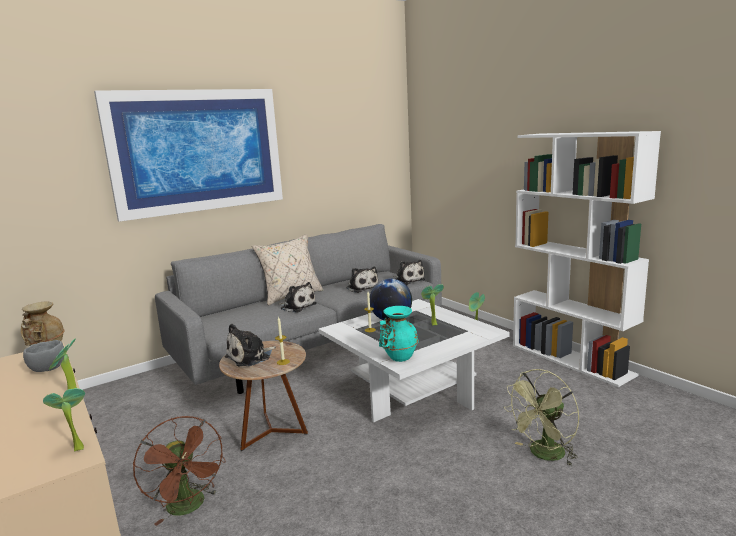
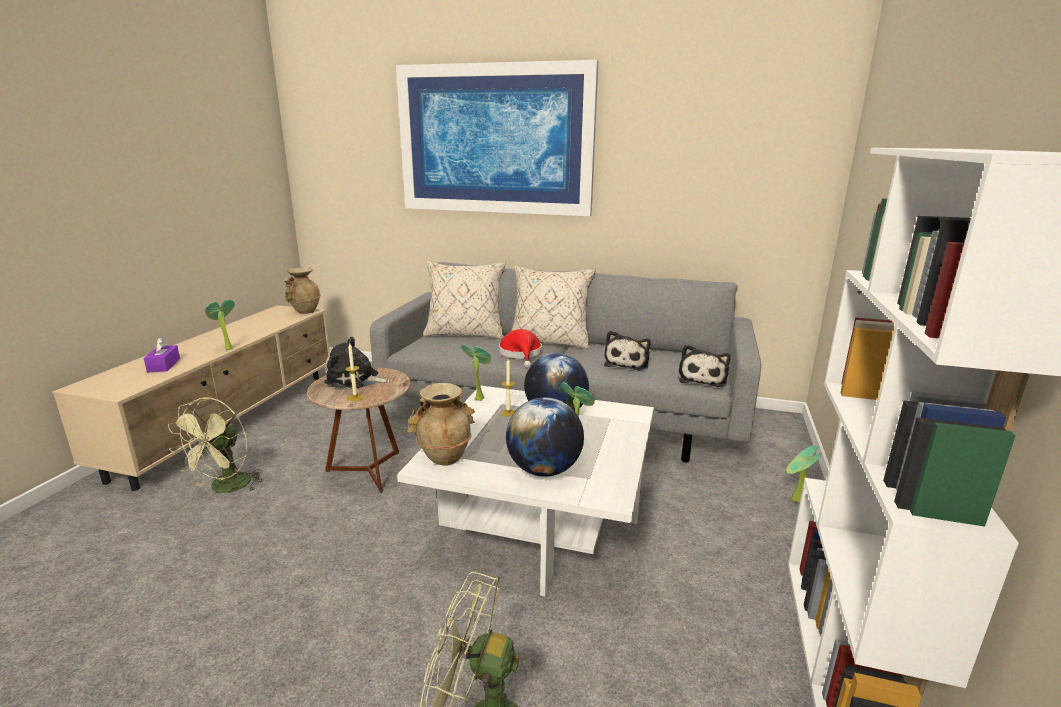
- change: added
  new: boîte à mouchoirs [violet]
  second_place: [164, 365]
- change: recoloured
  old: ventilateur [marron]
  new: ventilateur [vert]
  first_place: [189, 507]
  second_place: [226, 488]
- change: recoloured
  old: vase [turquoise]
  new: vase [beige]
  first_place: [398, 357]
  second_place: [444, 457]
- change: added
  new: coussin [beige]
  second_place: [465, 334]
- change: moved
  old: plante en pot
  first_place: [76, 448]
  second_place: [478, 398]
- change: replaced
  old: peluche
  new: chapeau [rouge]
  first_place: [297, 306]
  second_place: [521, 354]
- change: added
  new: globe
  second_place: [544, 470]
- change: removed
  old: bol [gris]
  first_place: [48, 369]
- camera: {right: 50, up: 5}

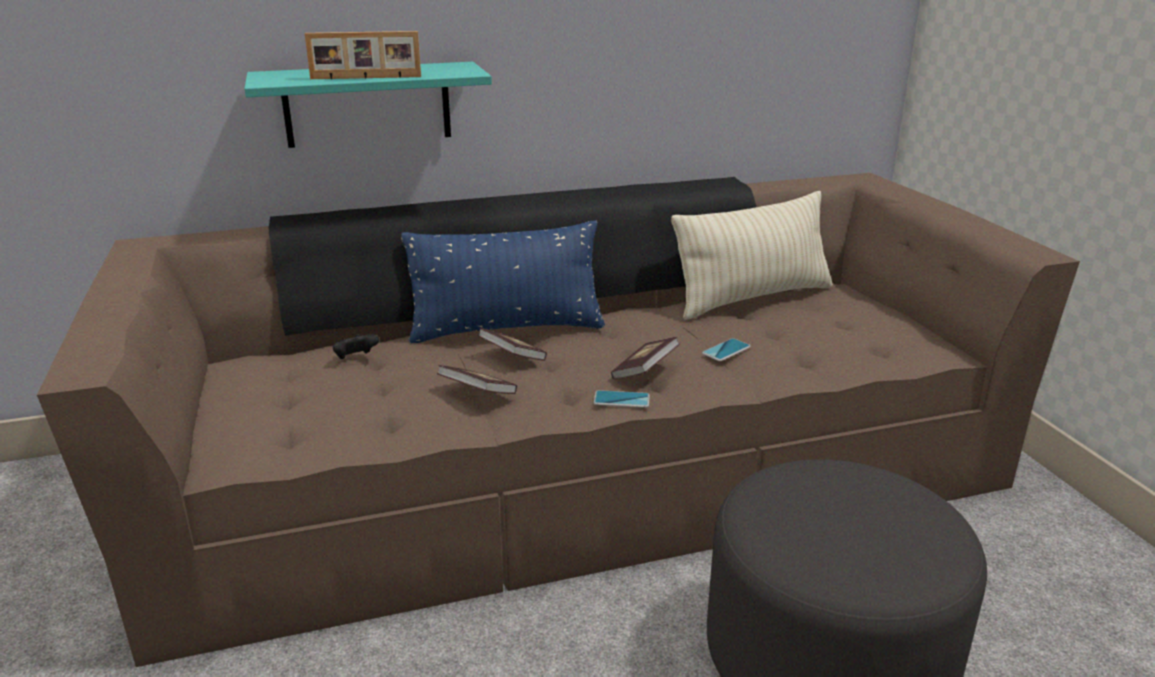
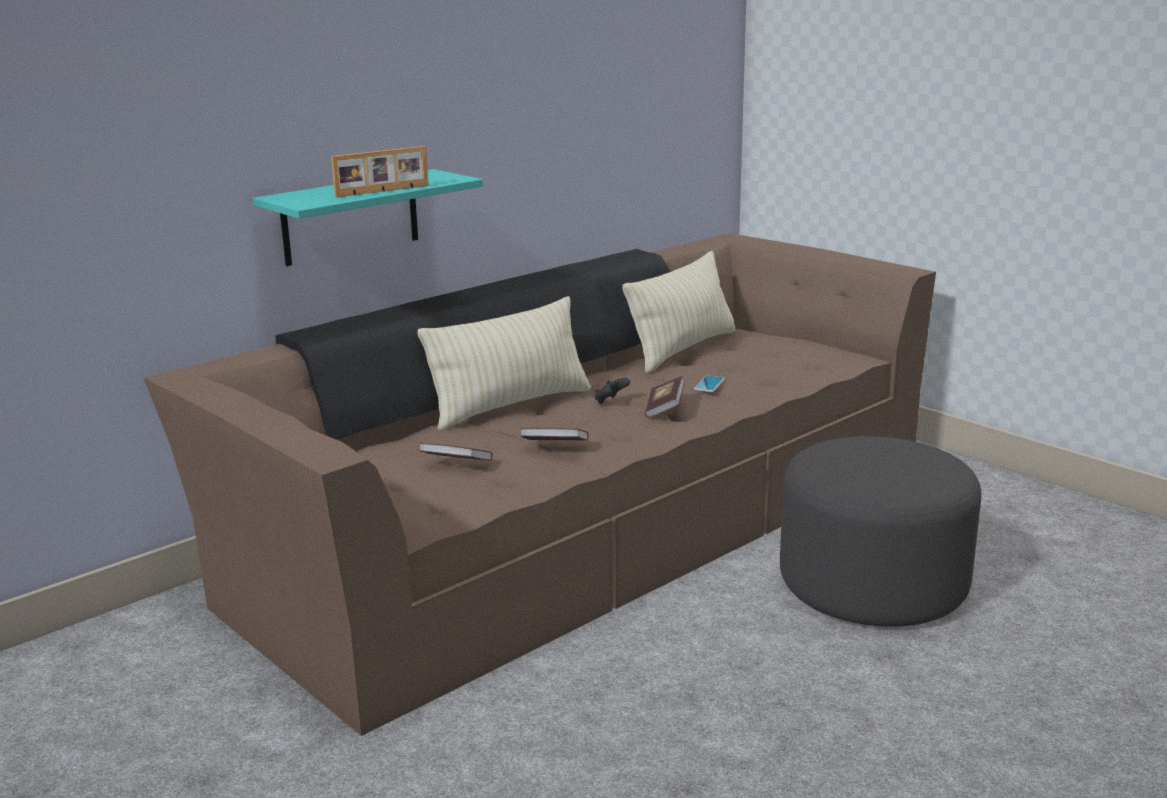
- change: recoloured
  old: coussin [bleu]
  new: coussin [beige]
  first_place: [507, 329]
  second_place: [510, 406]
- change: moved
  old: livre
  first_place: [512, 357]
  second_place: [456, 465]
- change: moved
  old: manette [noir]
  first_place: [356, 358]
  second_place: [610, 402]
- change: removed
  old: téléphone
  first_place: [621, 400]
- camera: {right: -25, up: -5}

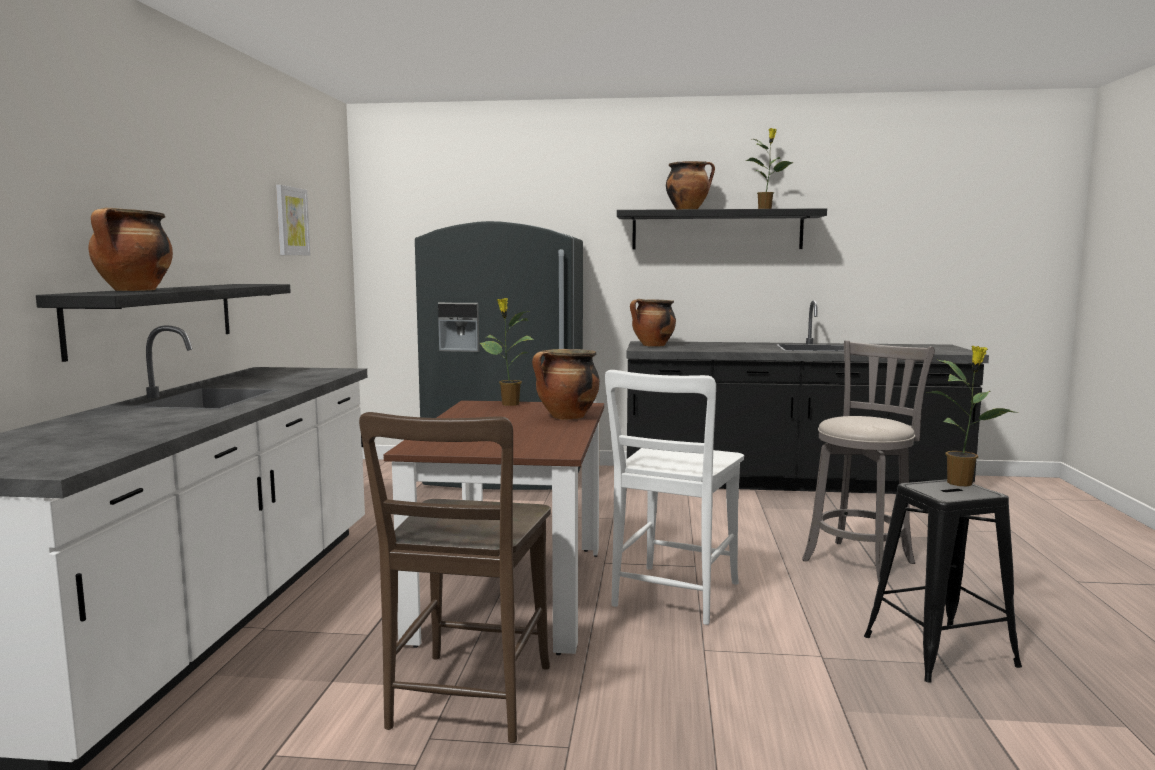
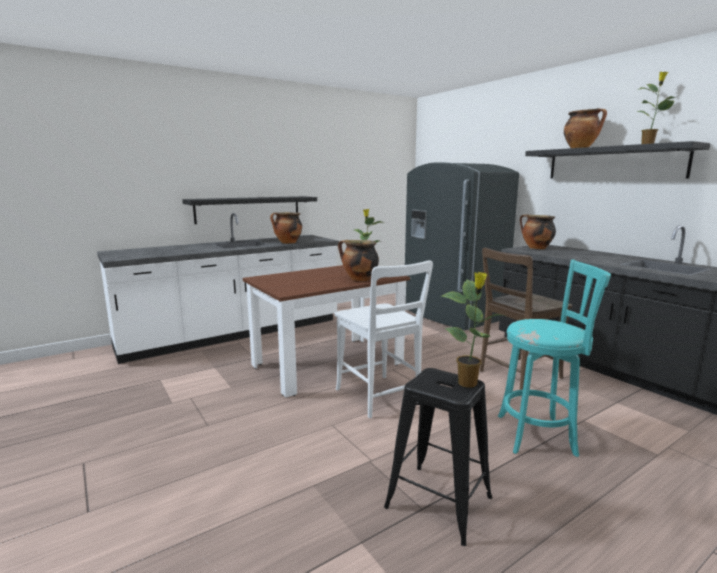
- change: moved
  old: marmite
  first_place: [134, 291]
  second_place: [287, 243]
- change: turned
  old: chaise [blanc]
  first_place: [673, 597]
  second_place: [380, 398]
  degrees: -105
- change: moved
  old: chaise [marron]
  first_place: [467, 702]
  second_place: [516, 375]
- change: recoloured
  old: tabouret [gris]
  new: tabouret [turquoise]
  first_place: [861, 560]
  second_place: [540, 435]
- change: removed
  old: tableau
  first_place: [291, 221]
- camera: {right: 50, up: 5}

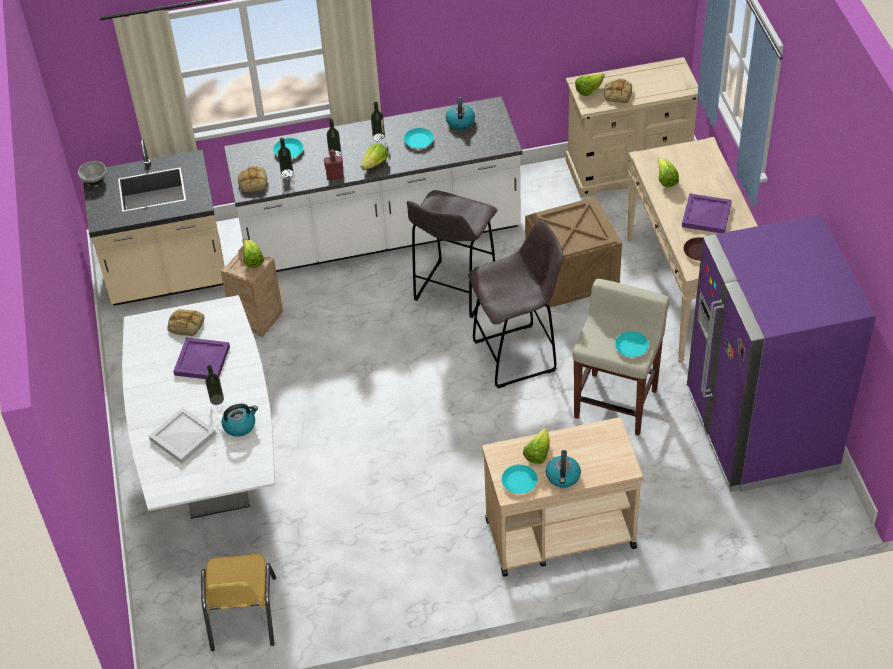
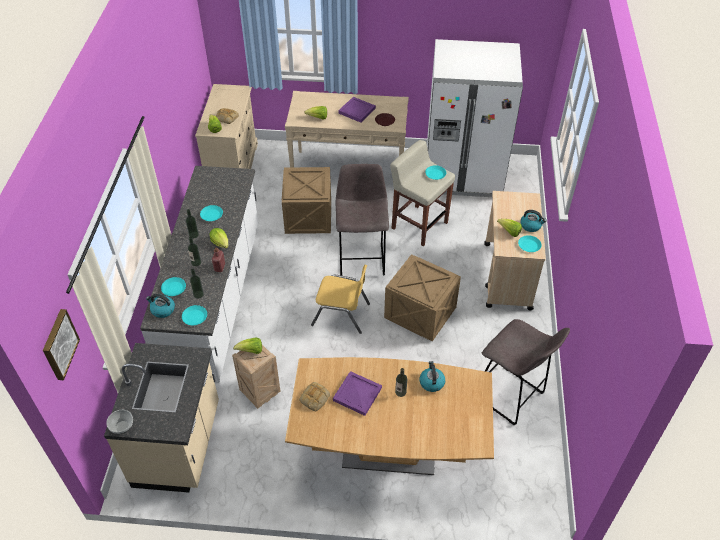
- change: added
  new: tableau
  second_place: [59, 344]
- change: moved
  old: bouilloire
  first_place: [460, 121]
  second_place: [162, 310]
- change: replaced
  old: pain
  new: assiette [turquoise]
  first_place: [252, 182]
  second_place: [194, 317]
- change: recoloured
  old: table à manger [blanc]
  new: table à manger [marron]
  first_place: [213, 466]
  second_place: [389, 451]
- change: moved
  old: chaise [jaune]
  first_place: [242, 614]
  second_place: [341, 314]
- change: added
  new: caisse
  second_place: [421, 313]
- change: recoloured
  old: réfrigérateur [violet]
  new: réfrigérateur [blanc]
  first_place: [760, 431]
  second_place: [463, 175]
- change: moved
  old: tabouret [gris]
  first_place: [453, 291]
  second_place: [511, 396]
- change: removed
  old: plateau [blanc]
  first_place: [183, 436]
- camera: {right: -75, up: 0}

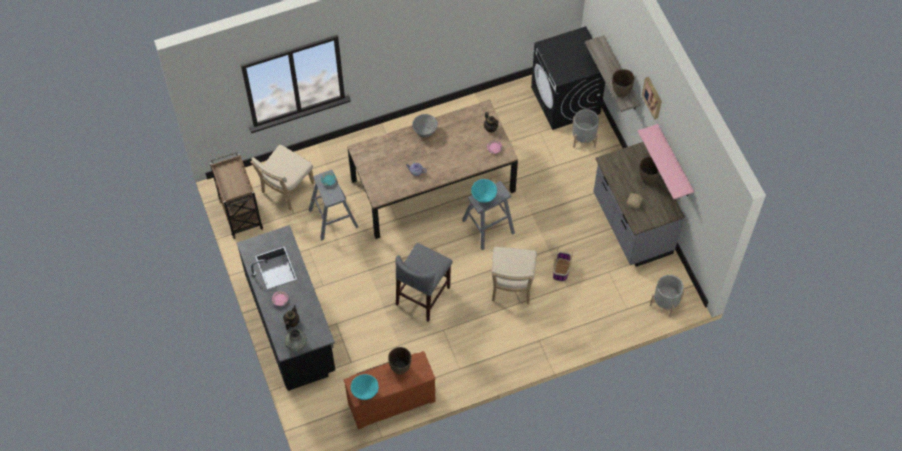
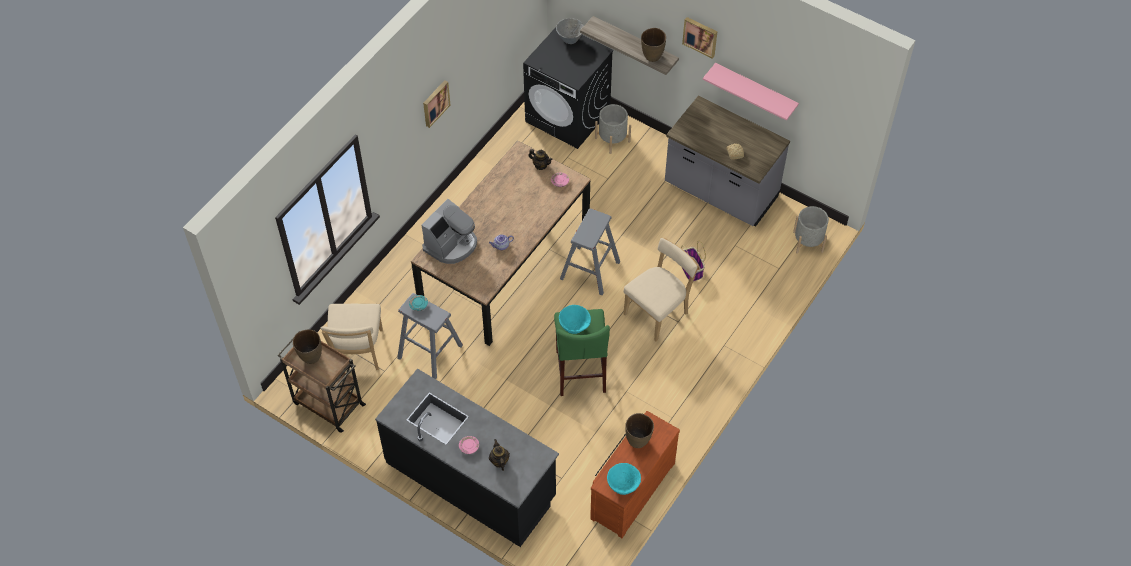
- change: moved
  old: vase [marron]
  first_place: [647, 179]
  second_place: [311, 357]
- change: added
  new: machine à café
  second_place: [451, 245]
- change: added
  new: tableau
  second_place: [435, 103]
- change: recoloured
  old: tabouret [gris]
  new: tabouret [vert]
  first_place: [423, 296]
  second_place: [580, 371]
- change: moved
  old: bol [gris]
  first_place: [425, 132]
  second_place: [570, 39]
- change: moved
  old: bol [turquoise]
  first_place: [483, 197]
  second_place: [574, 327]
- change: turned
  old: chaise [beige]
  first_place: [511, 287]
  second_place: [658, 312]
  degrees: -105
- change: removed
  old: vase [gris]
  first_place: [296, 344]
- camera: {right: -35, up: -5}

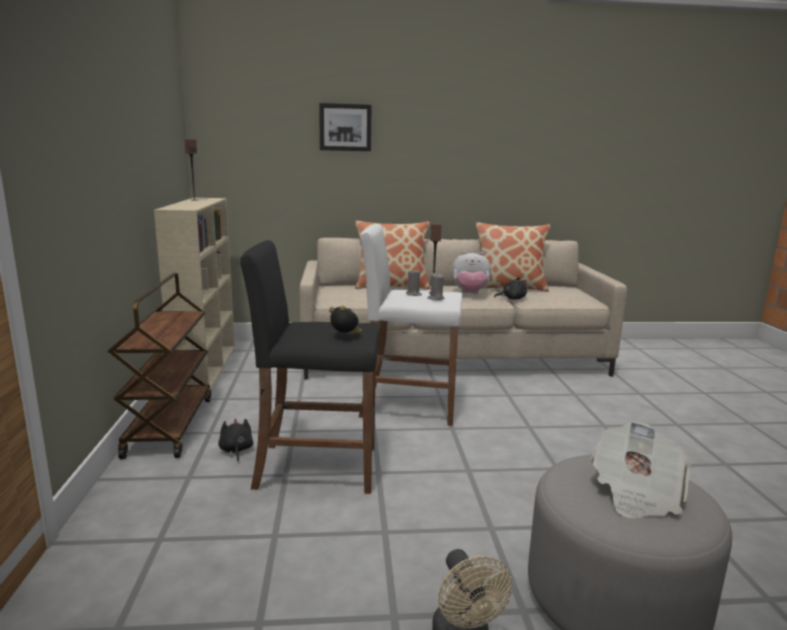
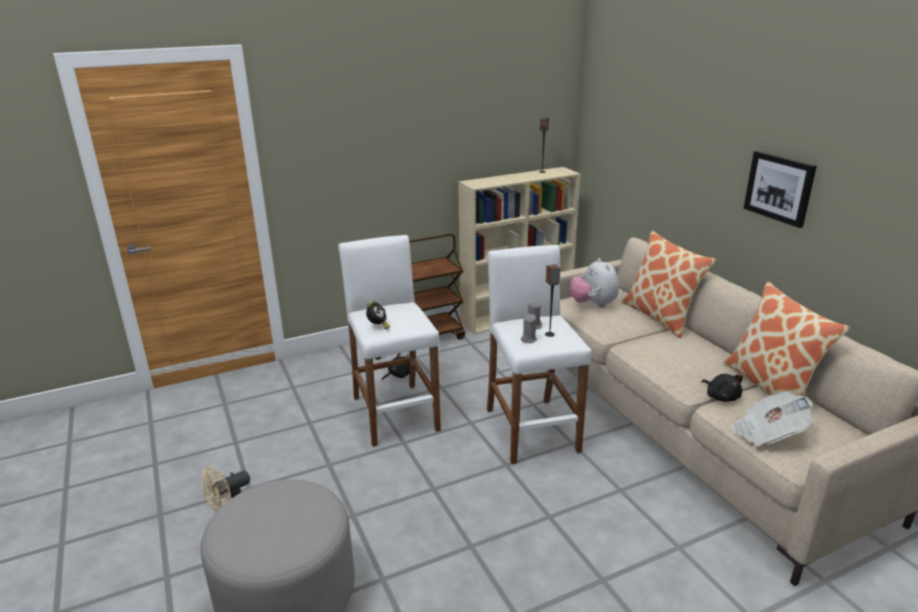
- change: recoloured
  old: tabouret [noir]
  new: tabouret [blanc]
  first_place: [316, 467]
  second_place: [395, 413]
- change: moved
  old: peluche
  first_place: [470, 294]
  second_place: [593, 304]
- change: moved
  old: journal
  first_place: [636, 493]
  second_place: [767, 433]
- change: moved
  old: tableau
  first_place: [345, 127]
  second_place: [779, 188]
- camera: {right: 70, up: 10}

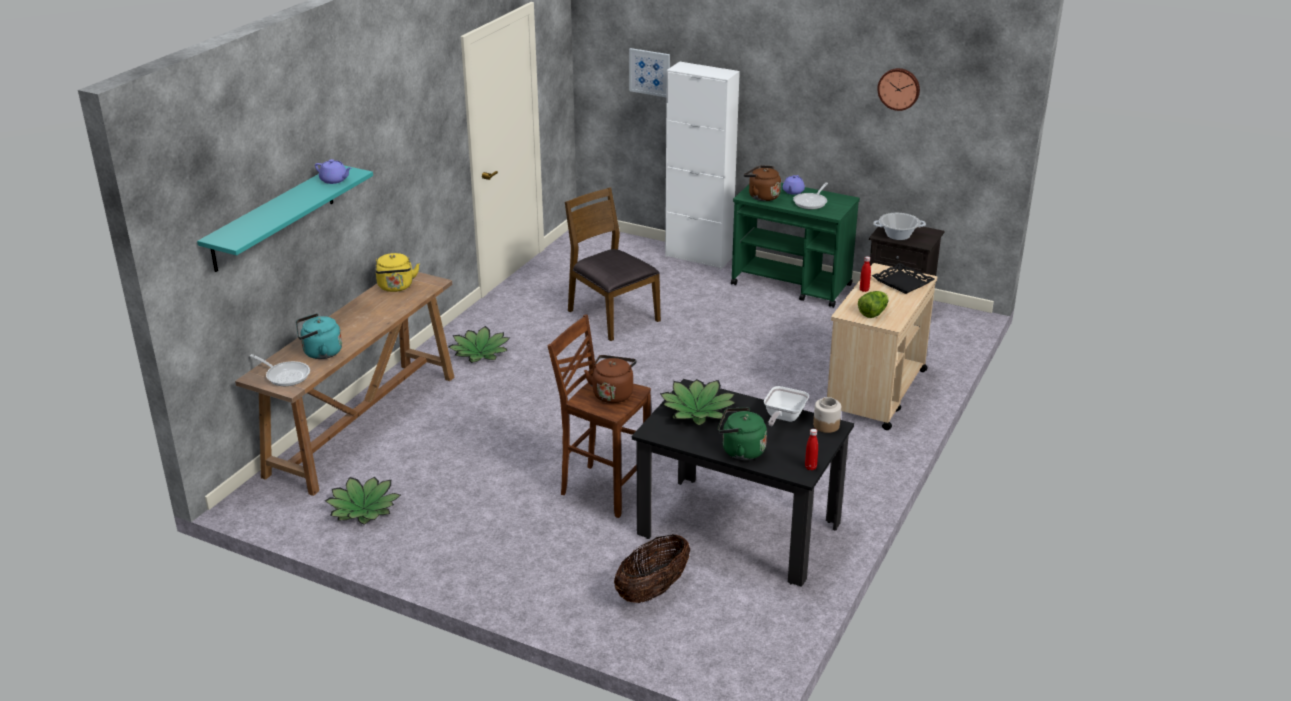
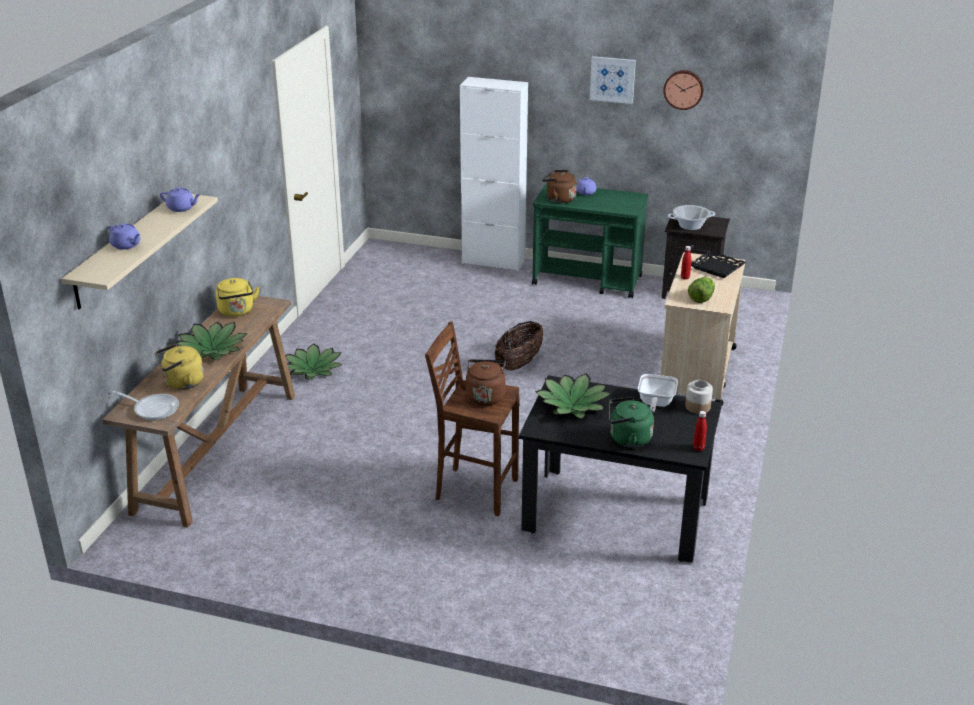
- change: recoloured
  old: étagère [turquoise]
  new: étagère [beige]
  first_place: [273, 217]
  second_place: [126, 250]
- change: added
  new: théière [violet]
  second_place: [126, 245]
- change: recoloured
  old: bouilloire [turquoise]
  new: bouilloire [jaune]
  first_place: [320, 353]
  second_place: [181, 383]
- change: moved
  old: plante en pot
  first_place: [363, 509]
  second_place: [212, 349]
- change: moved
  old: panier
  first_place: [652, 590]
  second_place: [519, 363]
- change: moved
  old: tableau
  first_place: [650, 72]
  second_place: [612, 79]
- change: removed
  old: chaise [marron]
  first_place: [611, 316]
- change: removed
  old: poêle
  first_place: [811, 202]
- camera: {right: -10, up: 0}

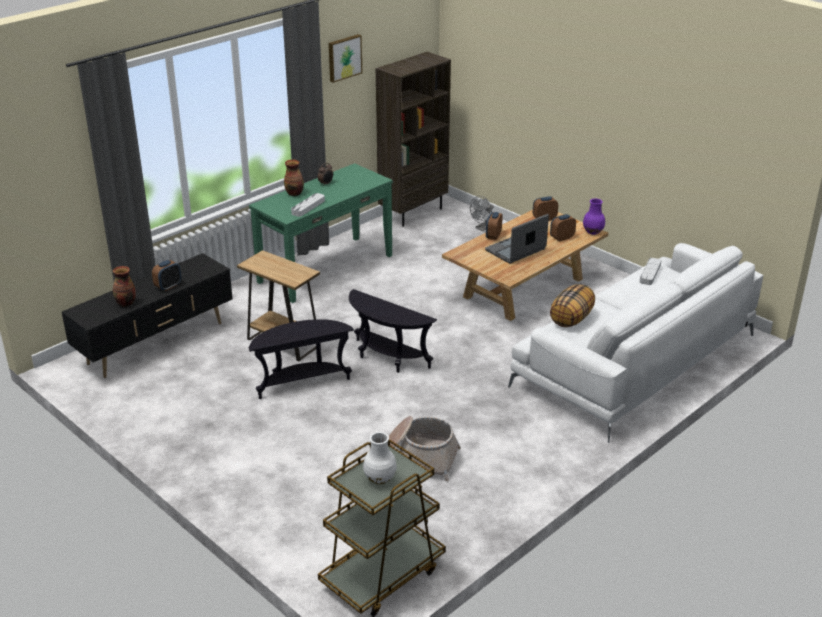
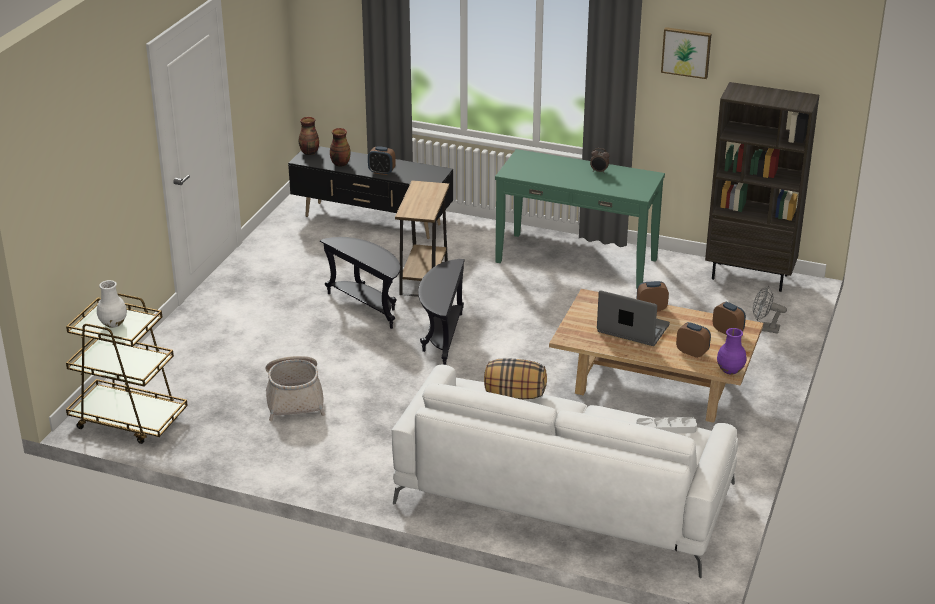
- change: moved
  old: vase
  first_place: [295, 193]
  second_place: [310, 152]
- change: removed
  old: plateau [gris]
  first_place: [308, 207]
- camera: {right: 65, up: 0}

